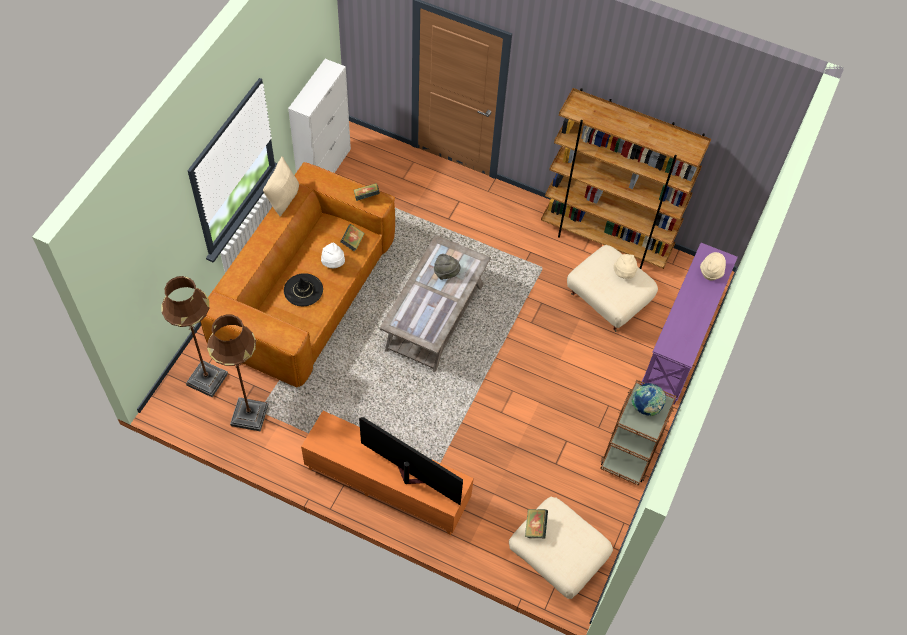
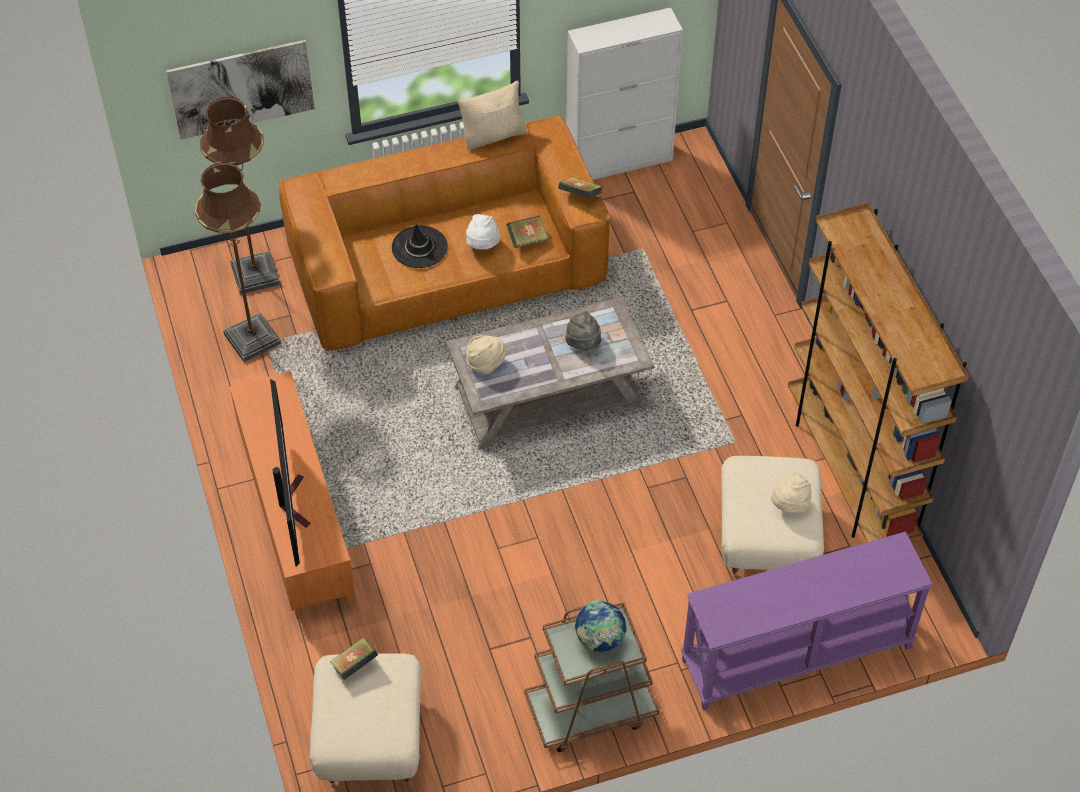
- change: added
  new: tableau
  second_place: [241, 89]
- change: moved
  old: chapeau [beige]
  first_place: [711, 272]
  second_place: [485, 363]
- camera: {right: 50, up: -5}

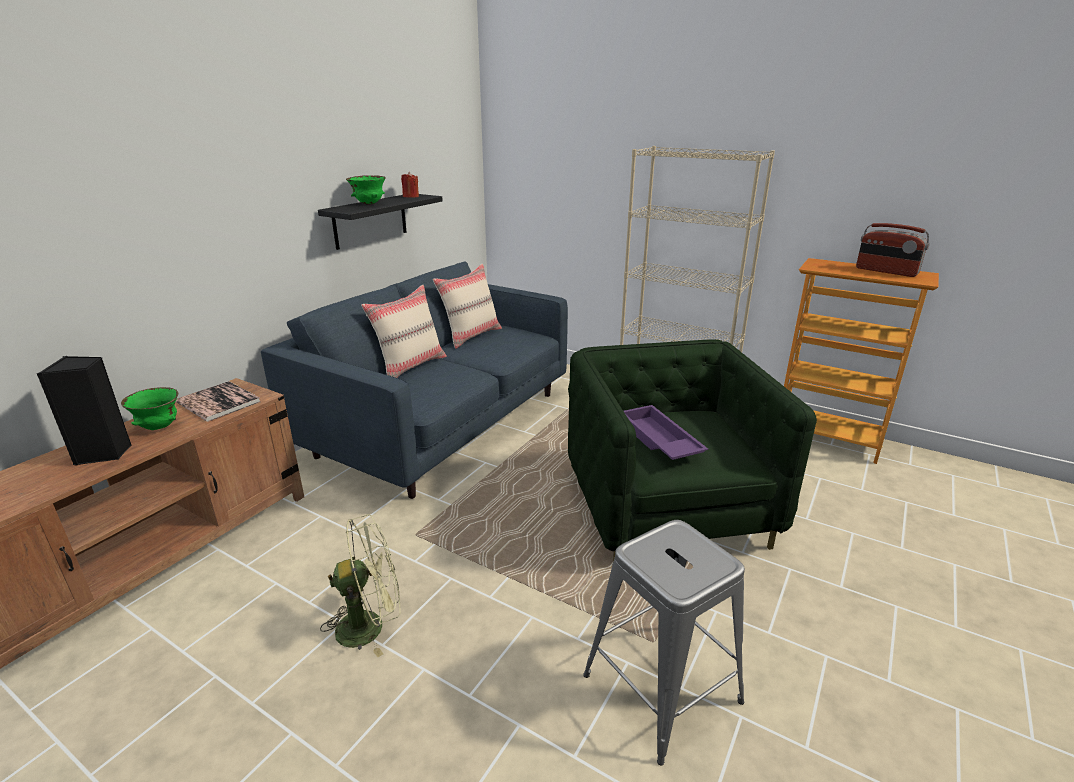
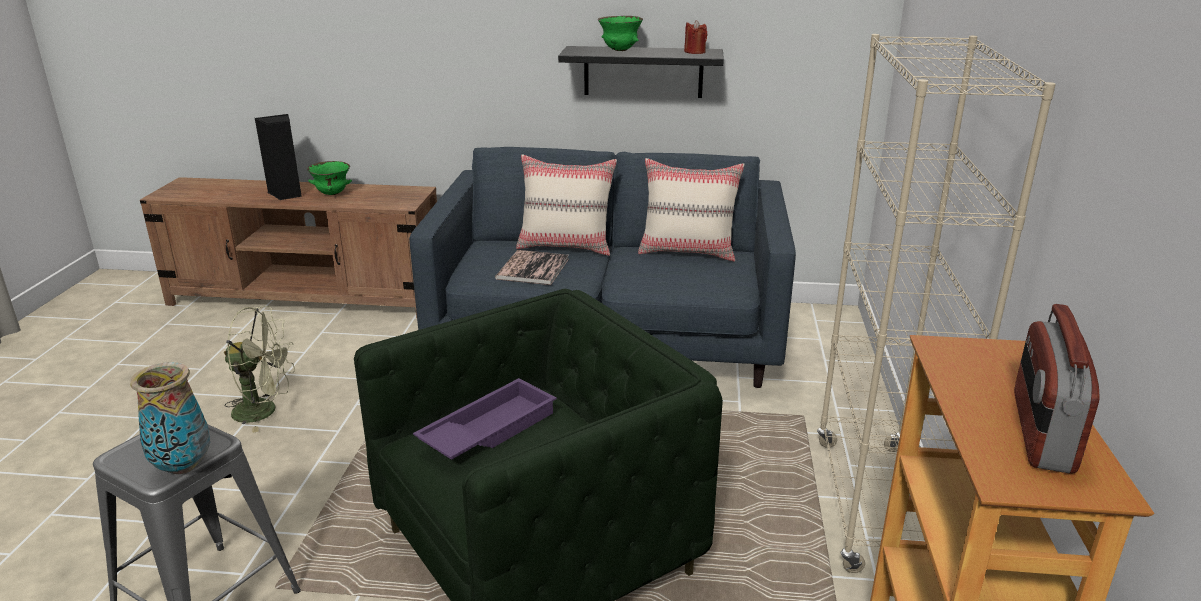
- change: added
  new: vase
  second_place: [182, 467]
- change: turned
  old: ventilateur [vert]
  first_place: [370, 625]
  second_place: [264, 411]
  degrees: -45
- change: moved
  old: livre
  first_place: [218, 402]
  second_place: [533, 269]
- camera: {right: 65, up: 0}

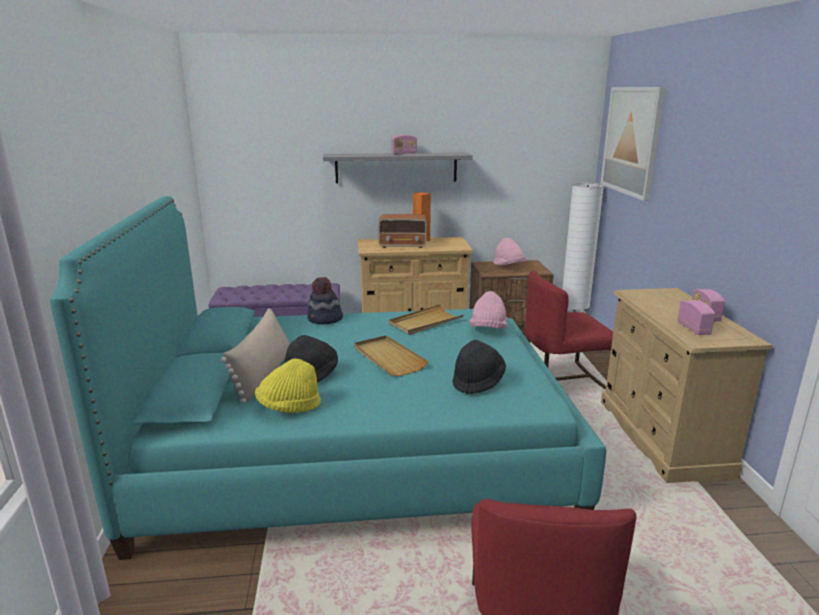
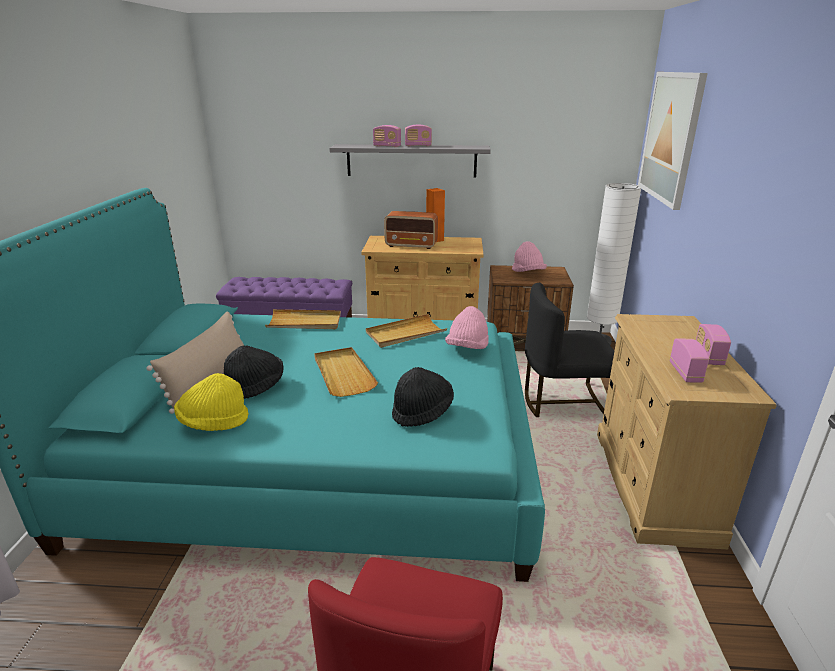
- change: replaced
  old: chapeau
  new: plateau [beige]
  first_place: [325, 319]
  second_place: [305, 322]
- change: added
  new: radio
  second_place: [387, 146]
- change: recoloured
  old: chaise [rouge]
  new: chaise [noir]
  first_place: [562, 379]
  second_place: [564, 403]
- camera: {right: 10, up: 5}

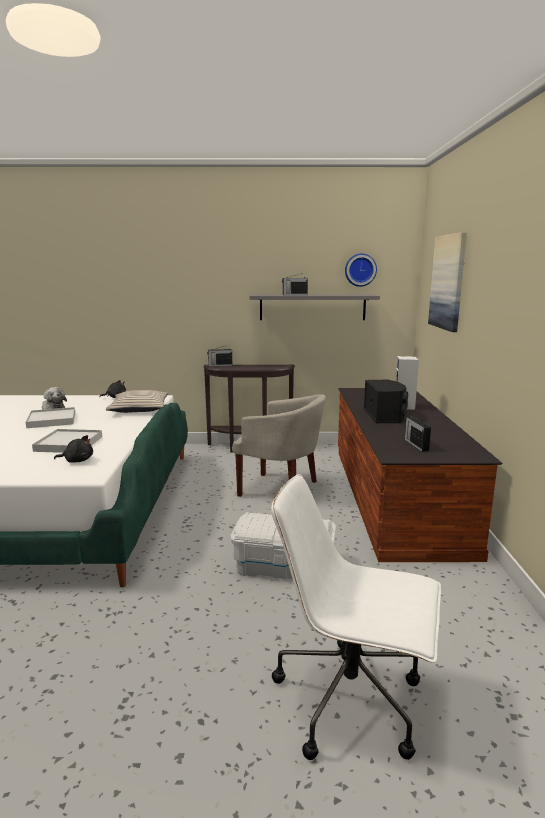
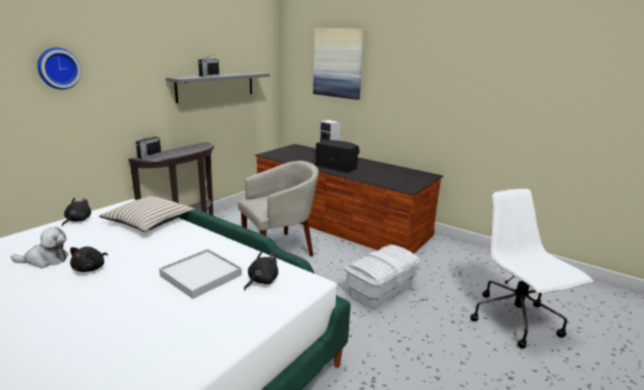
- change: moved
  old: horloge murale
  first_place: [360, 270]
  second_place: [58, 68]
- change: replaced
  old: plateau [blanc]
  new: peluche [noir]
  first_place: [52, 420]
  second_place: [90, 268]
- change: turned
  old: chaise de bureau [blanc]
  first_place: [351, 700]
  second_place: [516, 321]
  degrees: 105
- change: removed
  old: radio
  first_place: [416, 445]
- camera: {right: -55, up: 5}

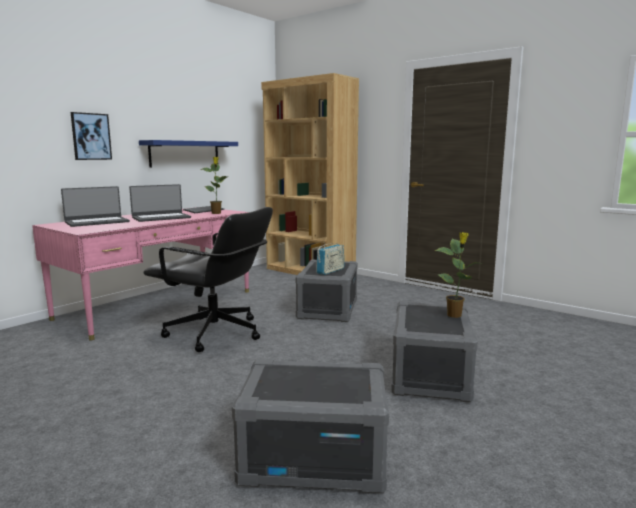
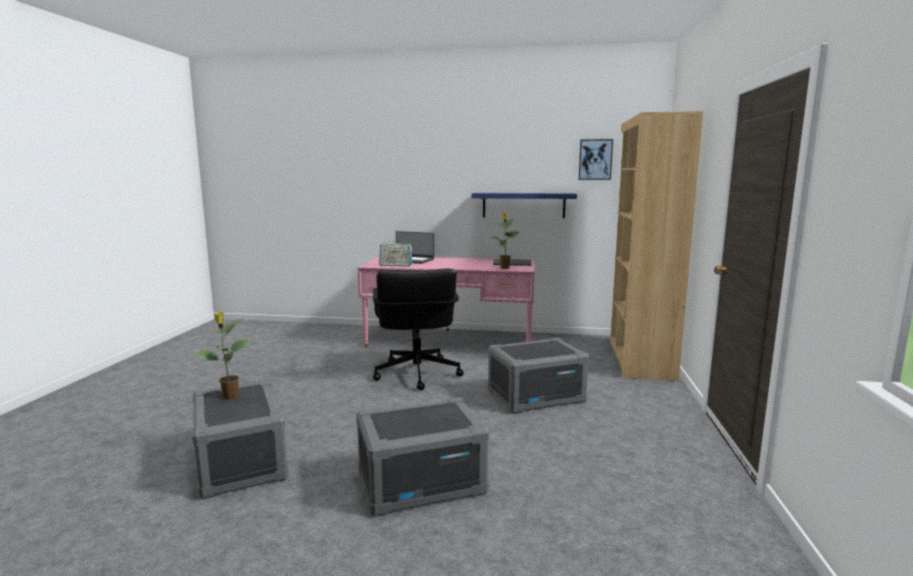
- change: moved
  old: plante en pot
  first_place: [455, 315]
  second_place: [230, 397]
- change: moved
  old: radio
  first_place: [330, 271]
  second_place: [395, 265]
- change: moved
  old: tableau
  first_place: [91, 136]
  second_place: [595, 159]
- change: removed
  old: ordinateur portable
  first_place: [161, 218]
- camera: {right: 60, up: 0}

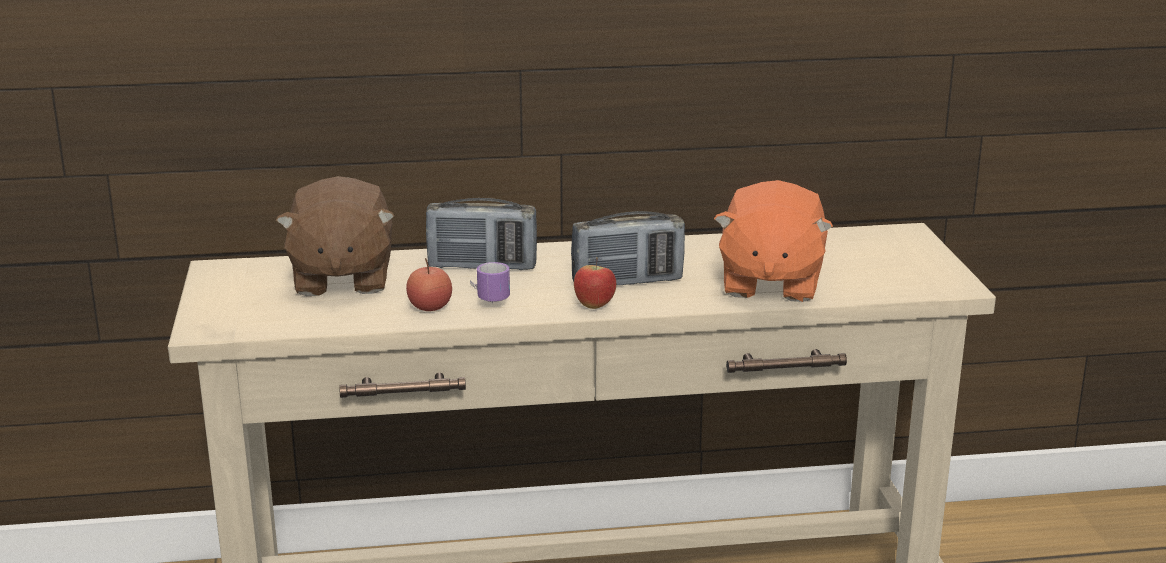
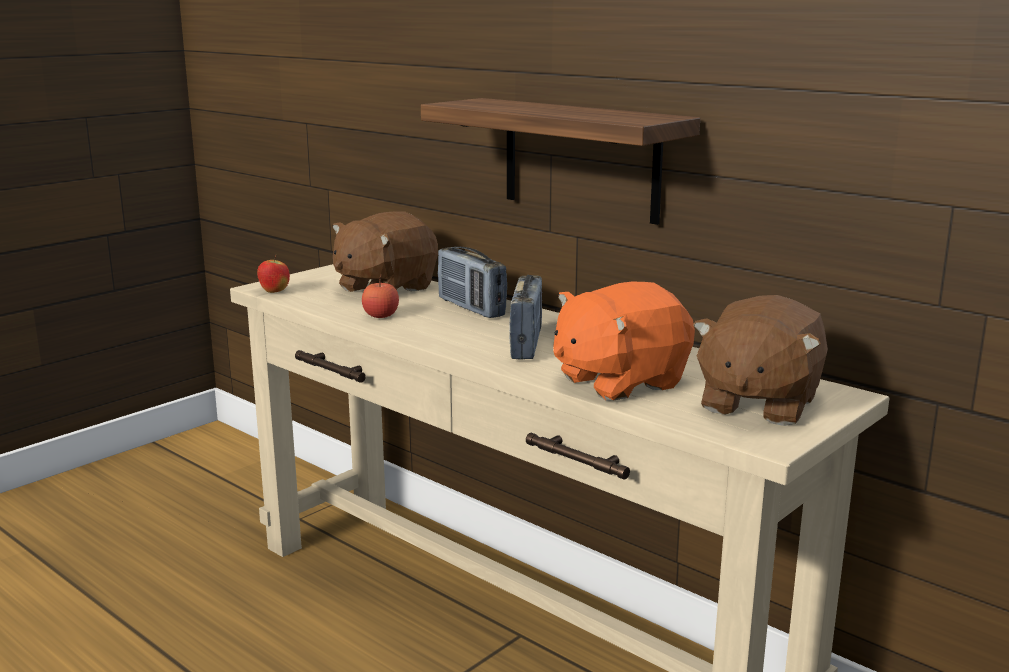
- change: moved
  old: pomme
  first_place: [594, 306]
  second_place: [274, 292]
- change: added
  new: étagère
  second_place: [580, 159]
- change: turned
  old: radio
  first_place: [627, 282]
  second_place: [526, 345]
  degrees: -120
- change: added
  new: peluche [marron]
  second_place: [757, 403]
- change: removed
  old: mug
  first_place: [485, 298]
- camera: {right: 50, up: -5}

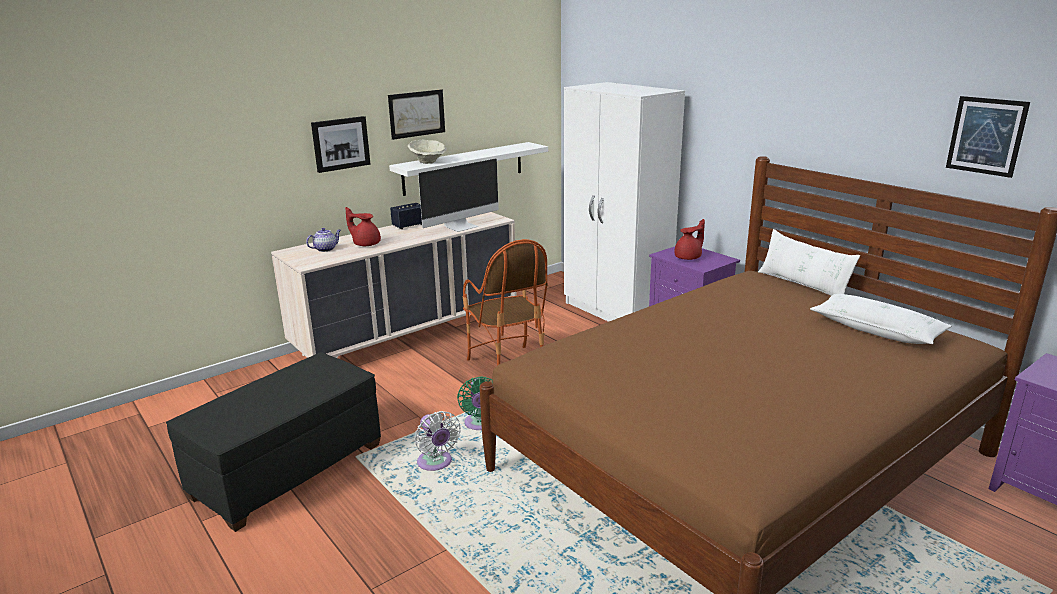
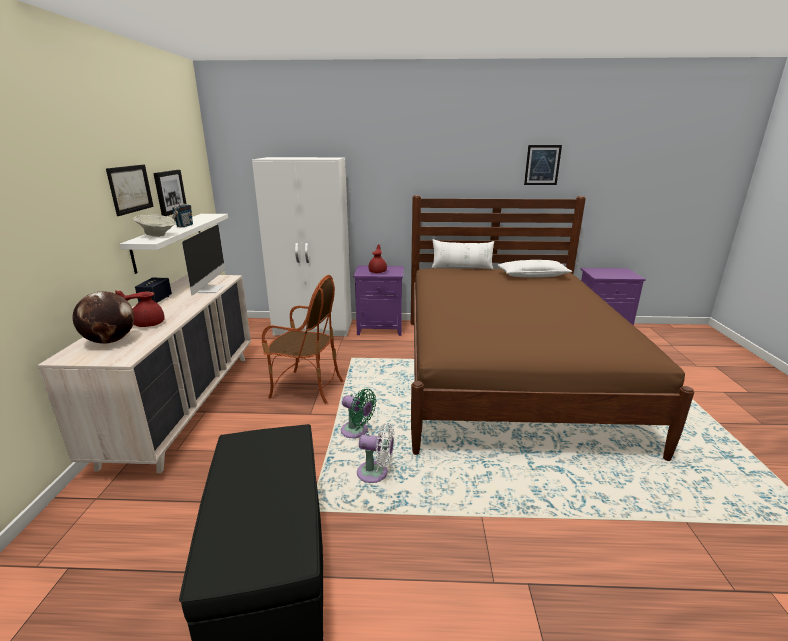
- change: replaced
  old: théière
  new: globe
  first_place: [326, 249]
  second_place: [110, 341]
- change: moved
  old: tableau
  first_place: [340, 143]
  second_place: [169, 192]
- change: added
  new: radio
  second_place: [184, 226]
- camera: {right: -50, up: 0}

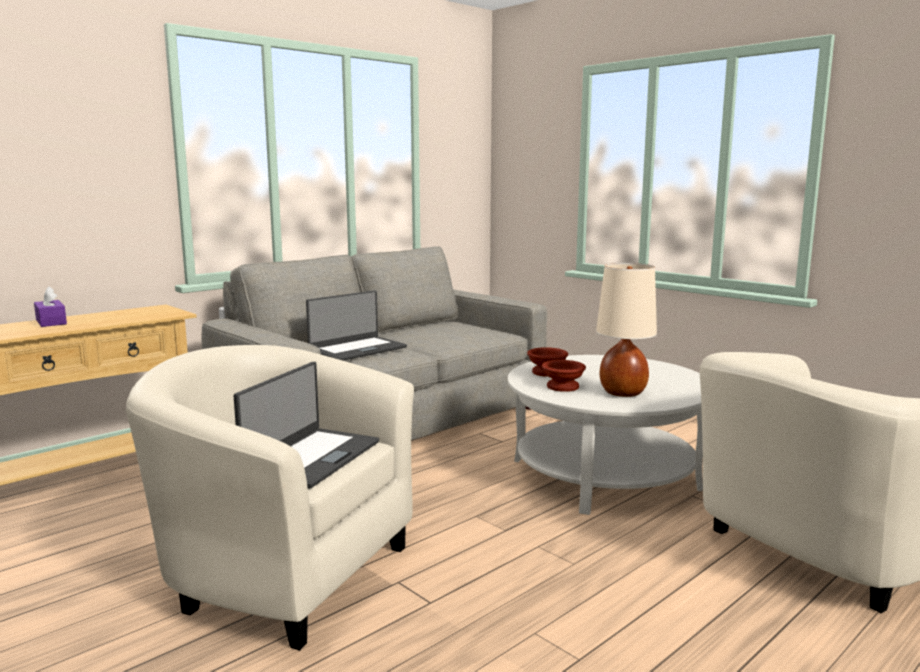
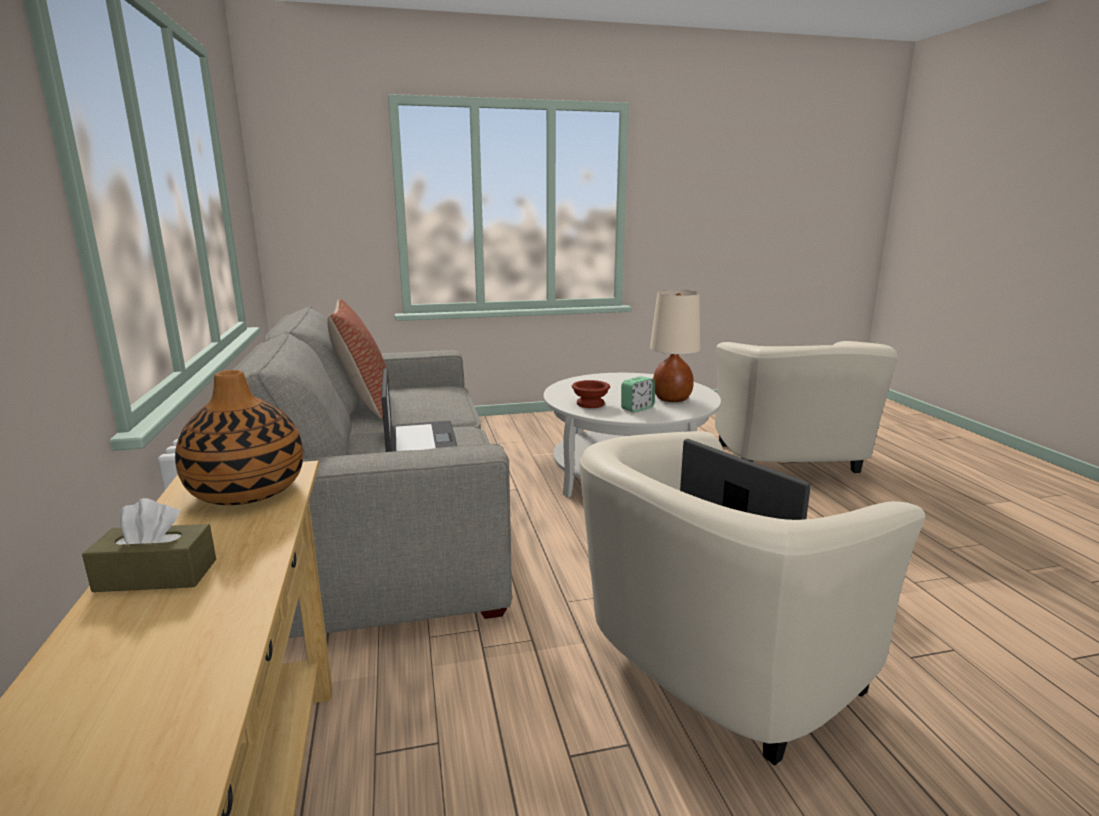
- change: recoloured
  old: boîte à mouchoirs [violet]
  new: boîte à mouchoirs [marron]
  first_place: [51, 322]
  second_place: [156, 575]
- change: added
  new: vase
  second_place: [247, 490]
- change: added
  new: coussin
  second_place: [364, 404]
- change: replaced
  old: bol [marron]
  new: réveil
  first_place: [564, 387]
  second_place: [637, 408]
- camera: {right: -60, up: 5}

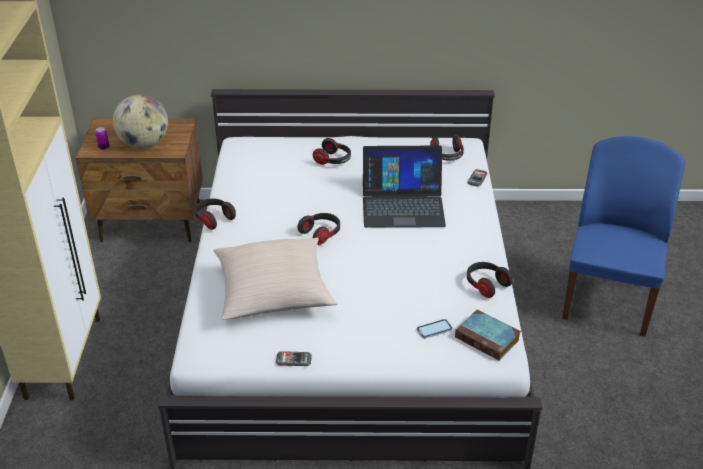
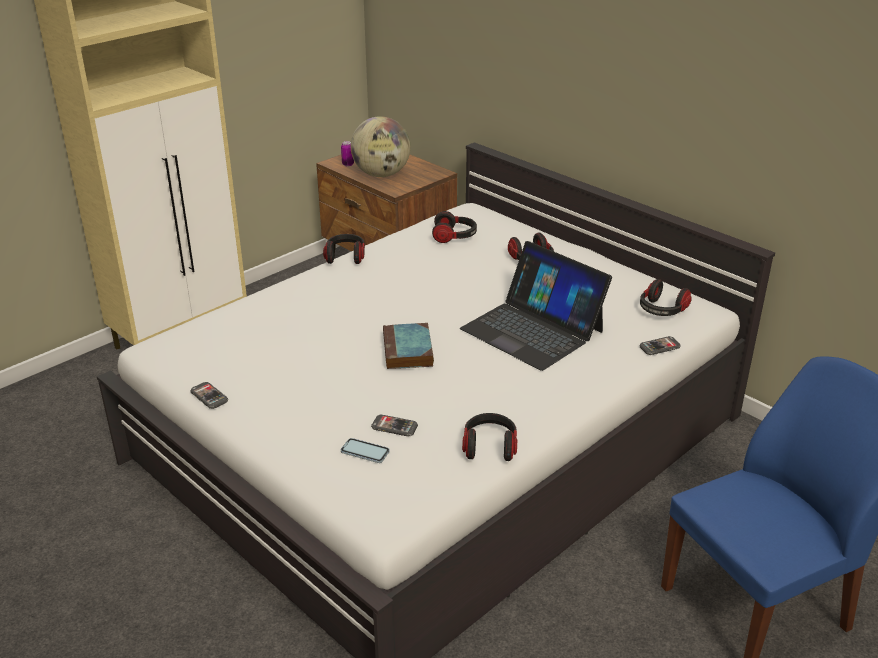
- change: added
  new: téléphone
  second_place: [394, 427]
- change: moved
  old: livre
  first_place: [488, 338]
  second_place: [408, 351]
- change: moved
  old: casque audio
  first_place: [321, 234]
  second_place: [454, 237]
- change: removed
  old: coussin [beige]
  first_place: [273, 292]
- camera: {right: 45, up: -5}

